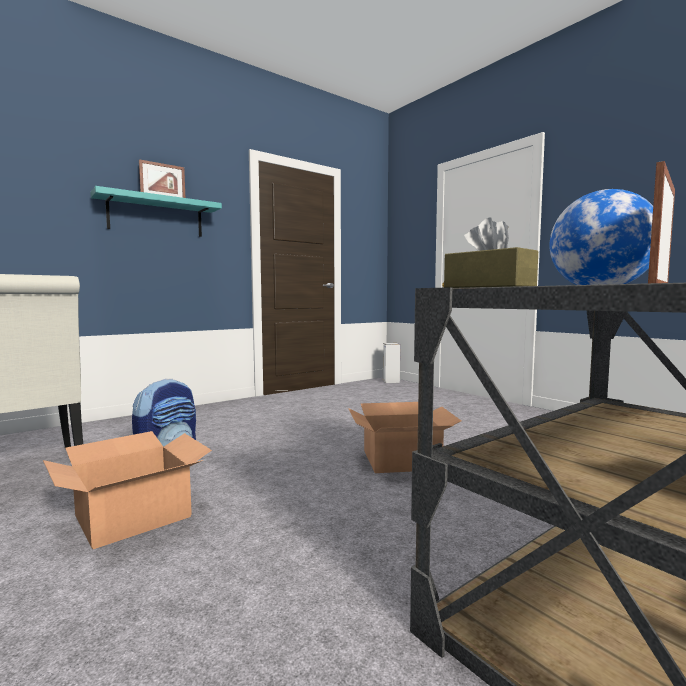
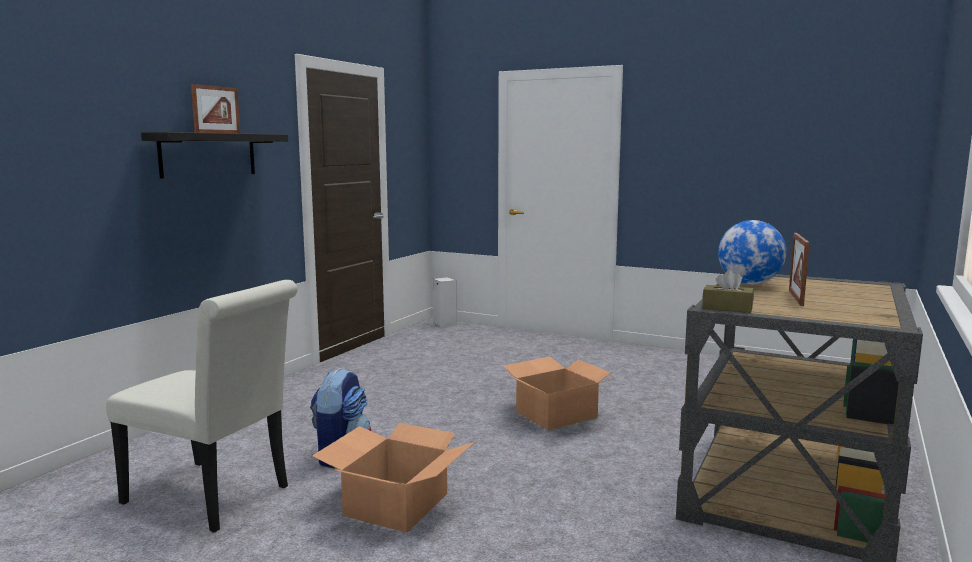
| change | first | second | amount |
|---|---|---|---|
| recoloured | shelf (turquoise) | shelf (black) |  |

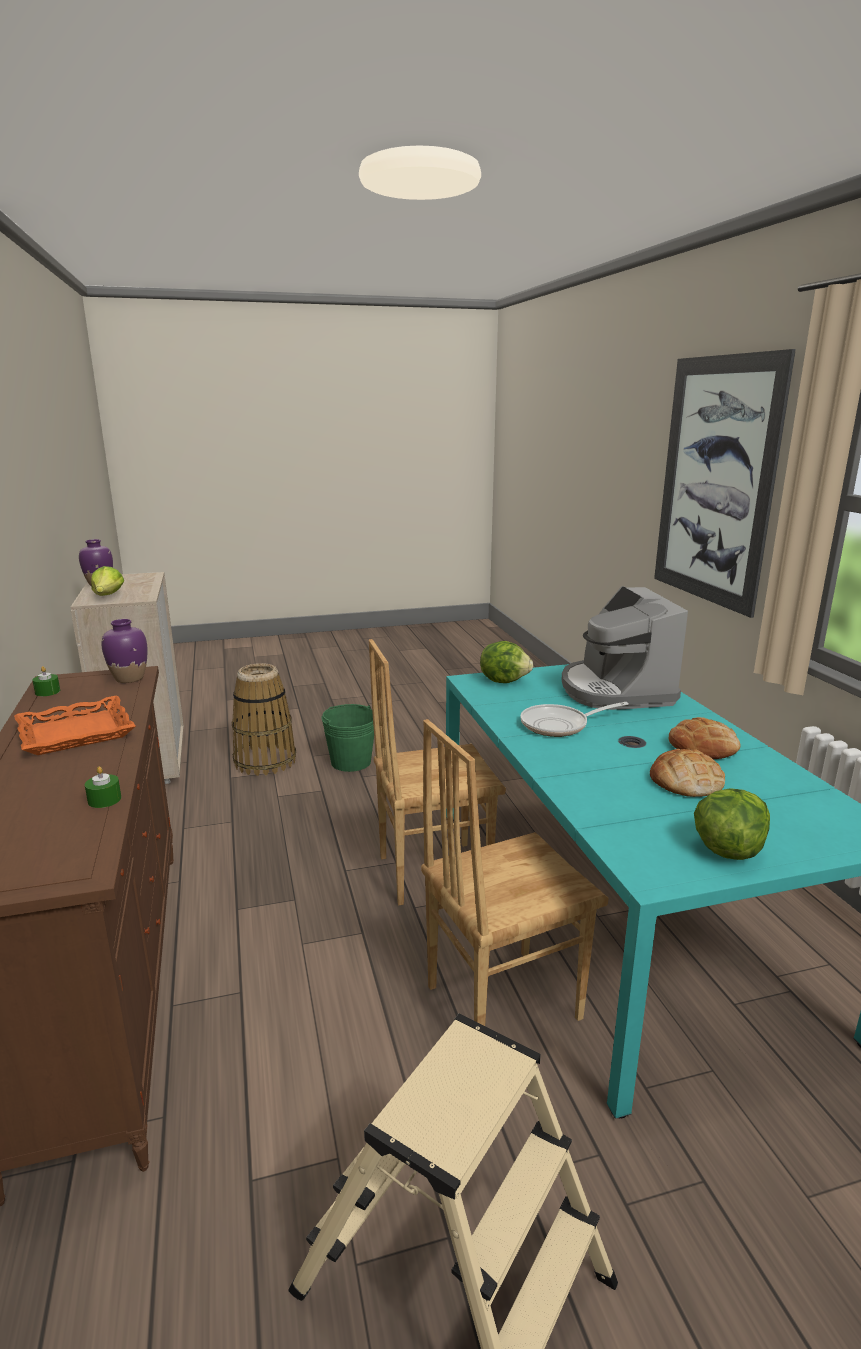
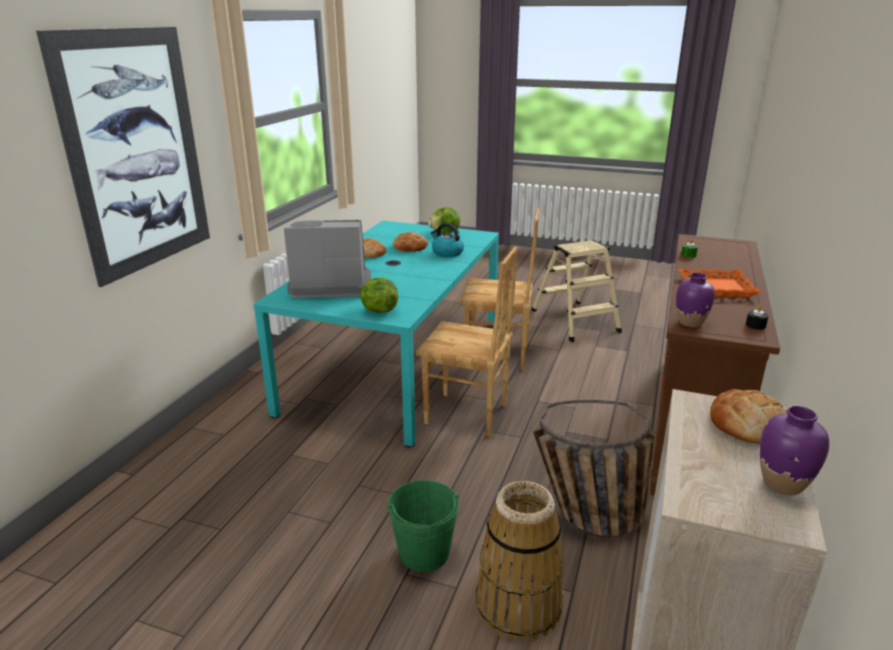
| change | first | second | amount |
|---|---|---|---|
| removed | frying pan |  |  |
| added |  | kettle |  |
| added |  | basket (2nd from left) |  |
| replaced | lettuce (1st from left) | bread (3rd from left) |  |
| recoloured | candle (green) (1st from left) | candle (black) |  |
| turned | coffee machine |  | 120 degrees counterclockwise |

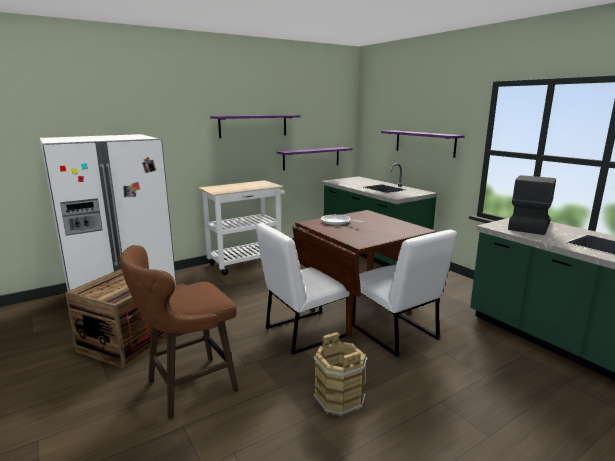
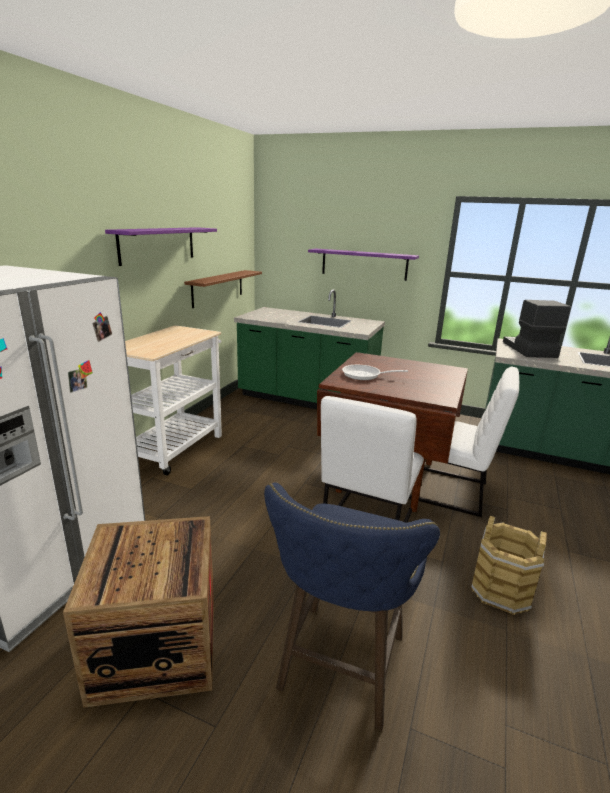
| change | first | second | amount |
|---|---|---|---|
| recoloured | stool (brown) | stool (blue) |  |
| recoloured | shelf (purple) (2nd from left) | shelf (brown) |  |

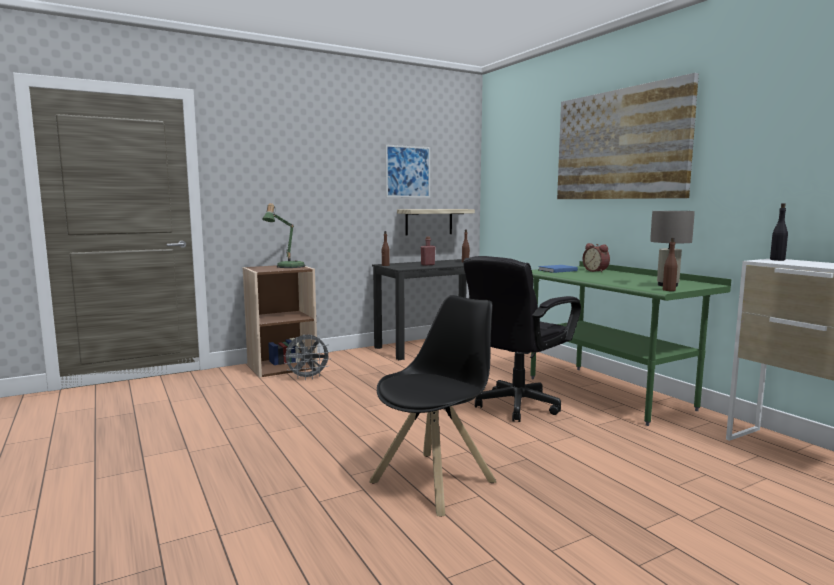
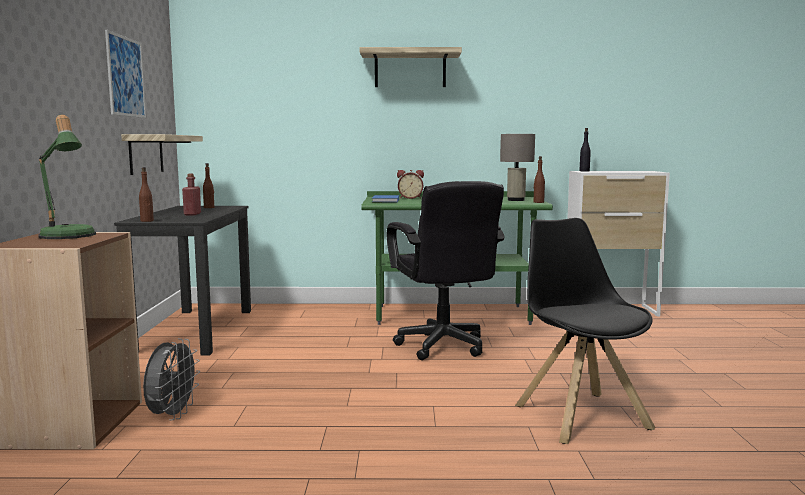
| change | first | second | amount |
|---|---|---|---|
| replaced | picture (2nd from left) | shelf (2nd from left) |  |

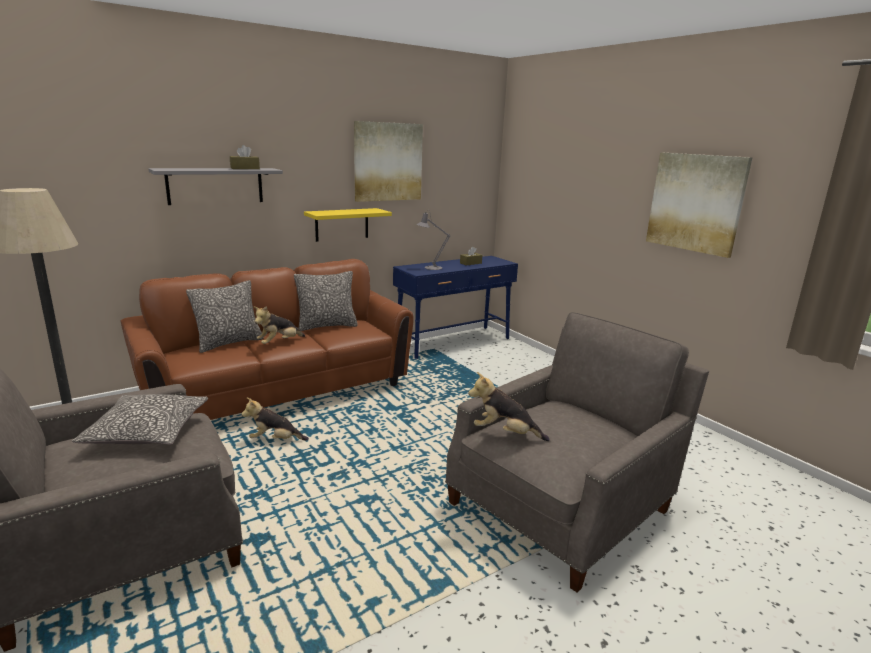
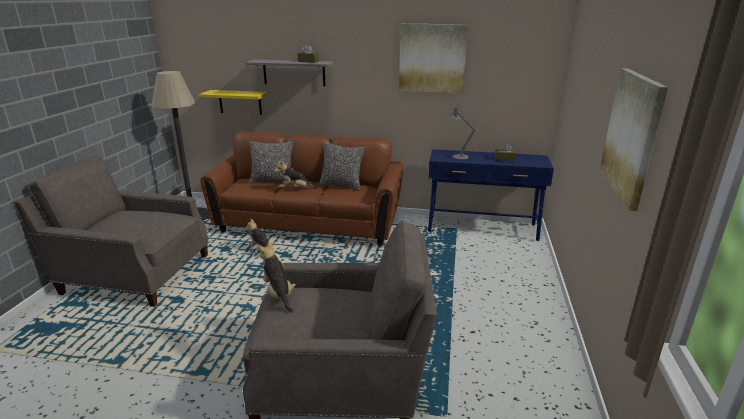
| change | first | second | amount |
|---|---|---|---|
| removed | pillow (1st from left) |  |  |
| moved | shelf (yellow) |  |  |

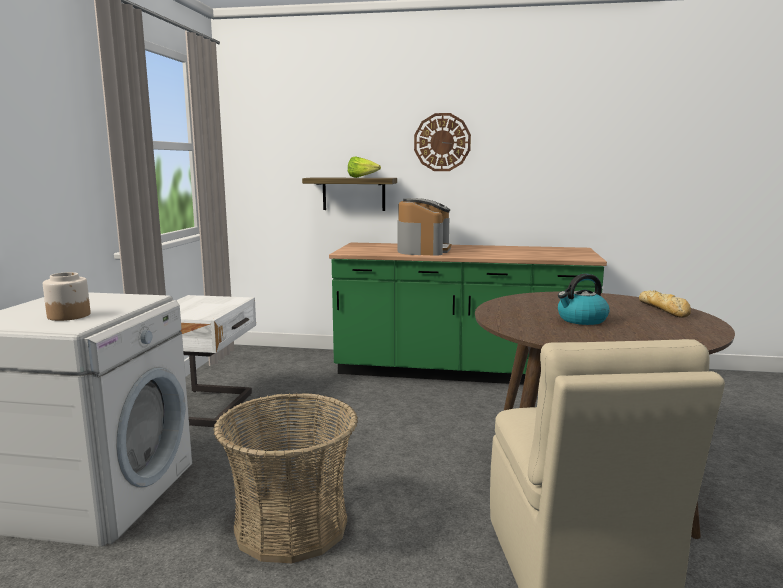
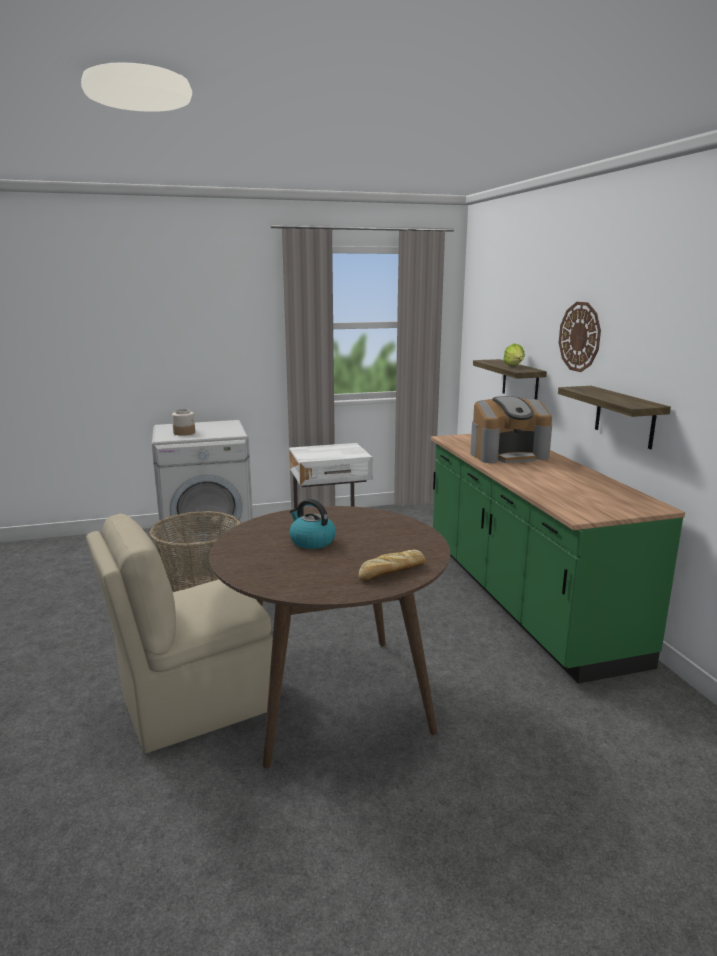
| change | first | second | amount |
|---|---|---|---|
| added |  | shelf (2nd from left) |  |

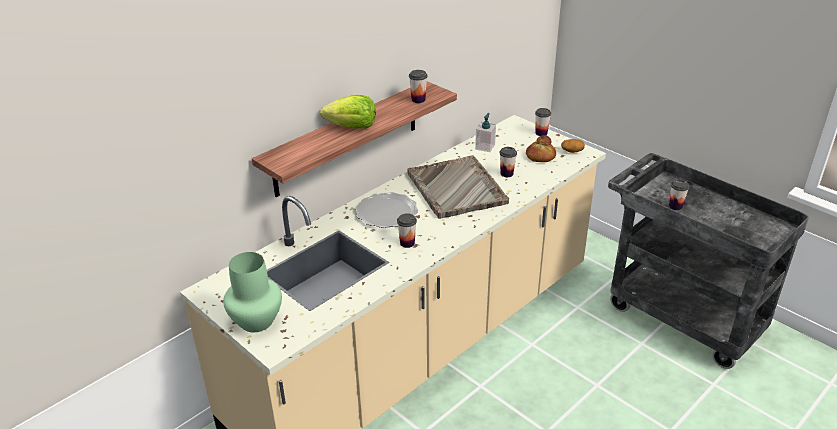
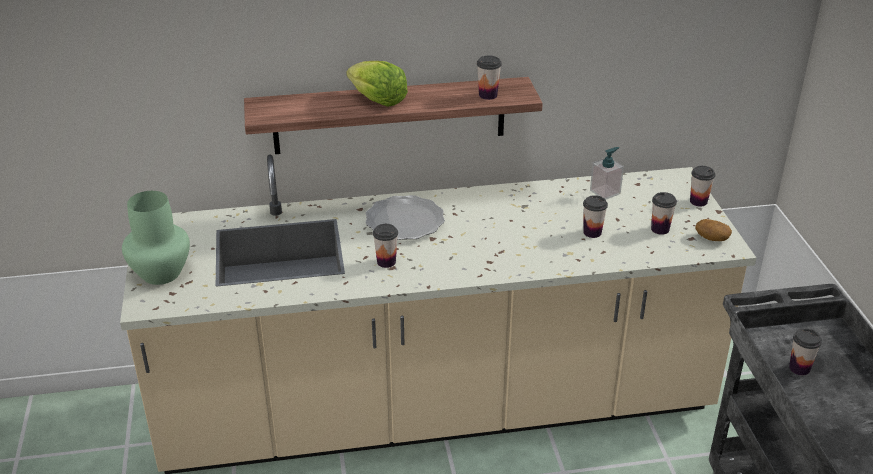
| change | first | second | amount |
|---|---|---|---|
| removed | tray (grey) |  |  |
| replaced | bread | cup (4th from left) |  |

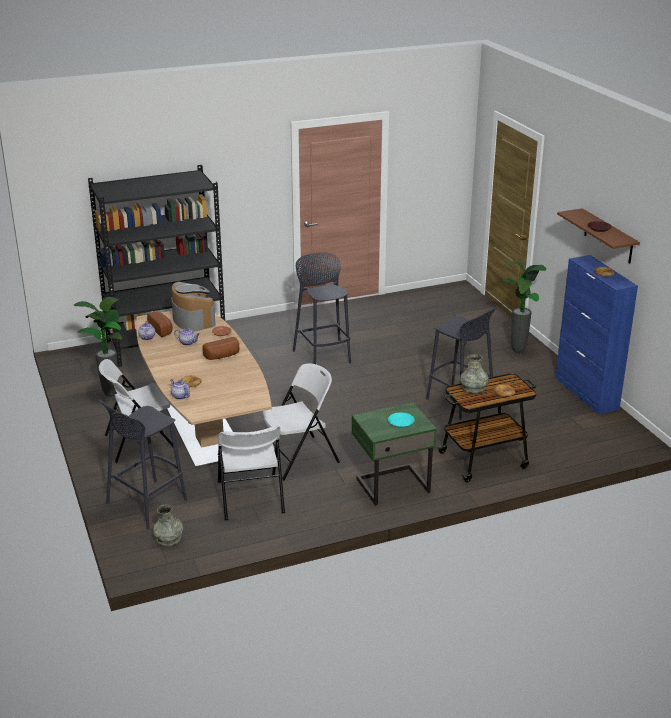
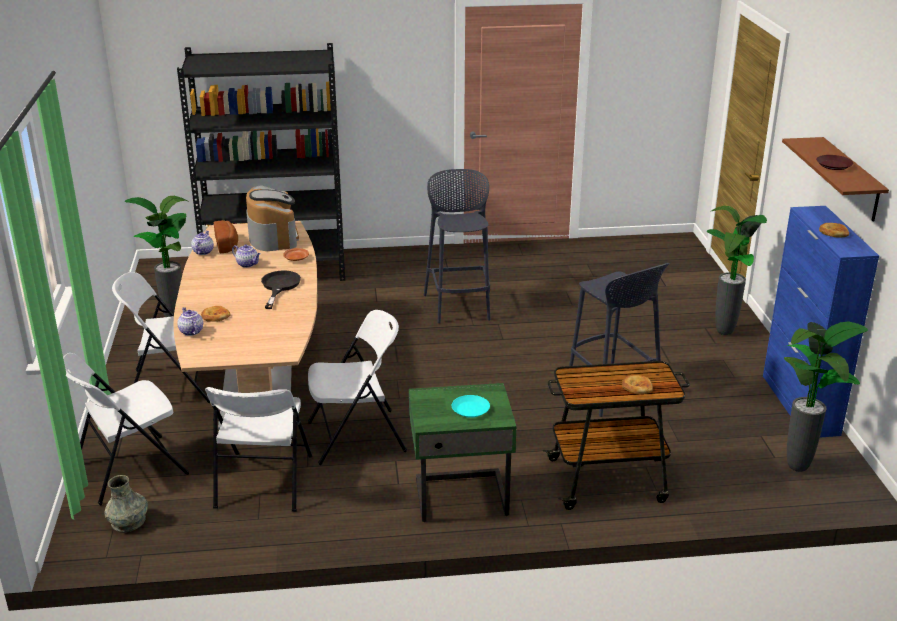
| change | first | second | amount |
|---|---|---|---|
| removed | vase (grey) (2nd from left) |  |  |
| added |  | potted plant (3rd from left) |  |
| replaced | stool (grey) (1st from left) | chair (white) (1st from left) |  |
| replaced | bread (3rd from left) | frying pan (black) |  |

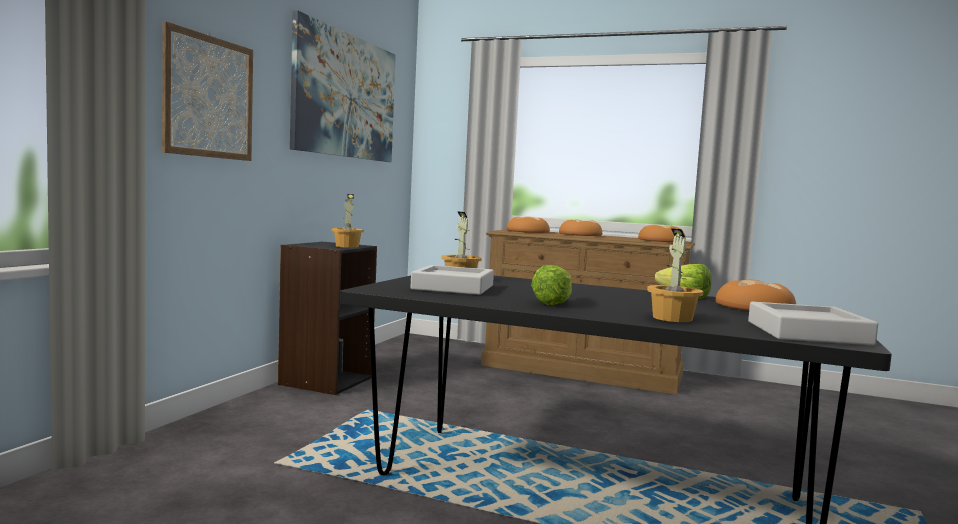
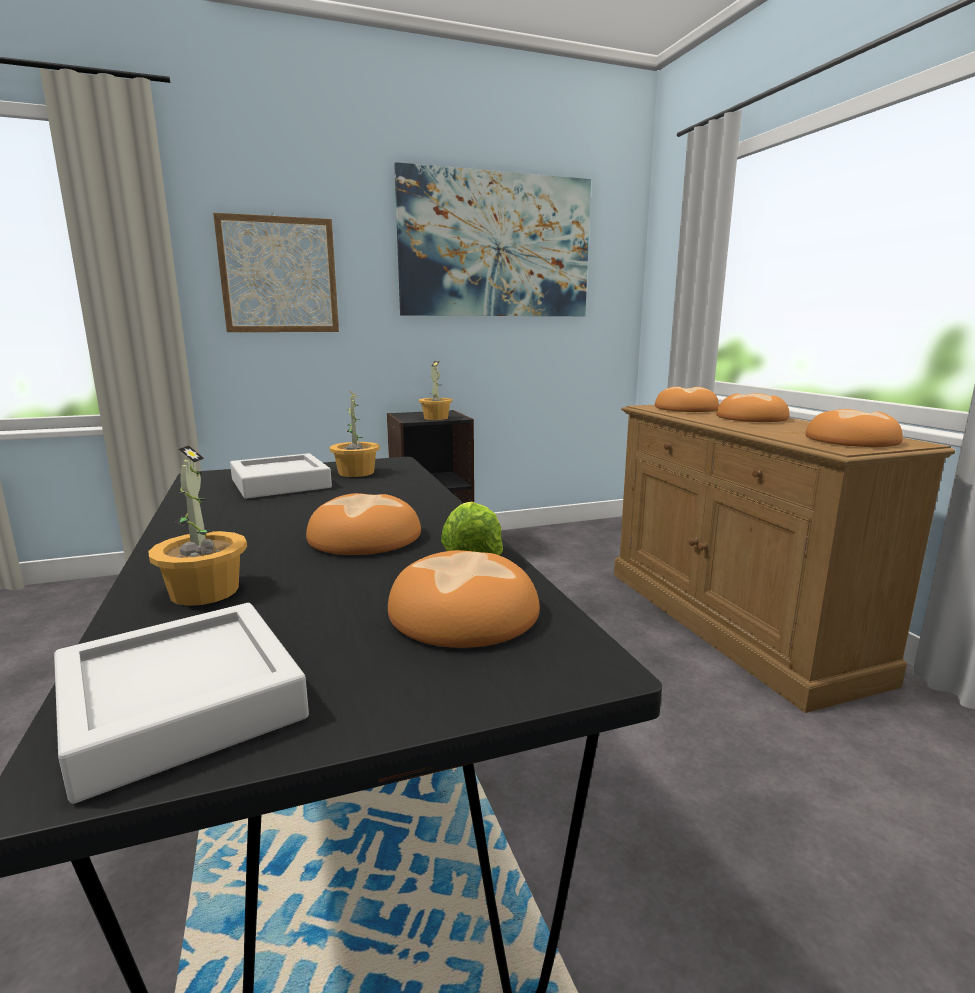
| change | first | second | amount |
|---|---|---|---|
| removed | lettuce (1st from left) |  |  |
| added |  | bread (1st from left) |  |

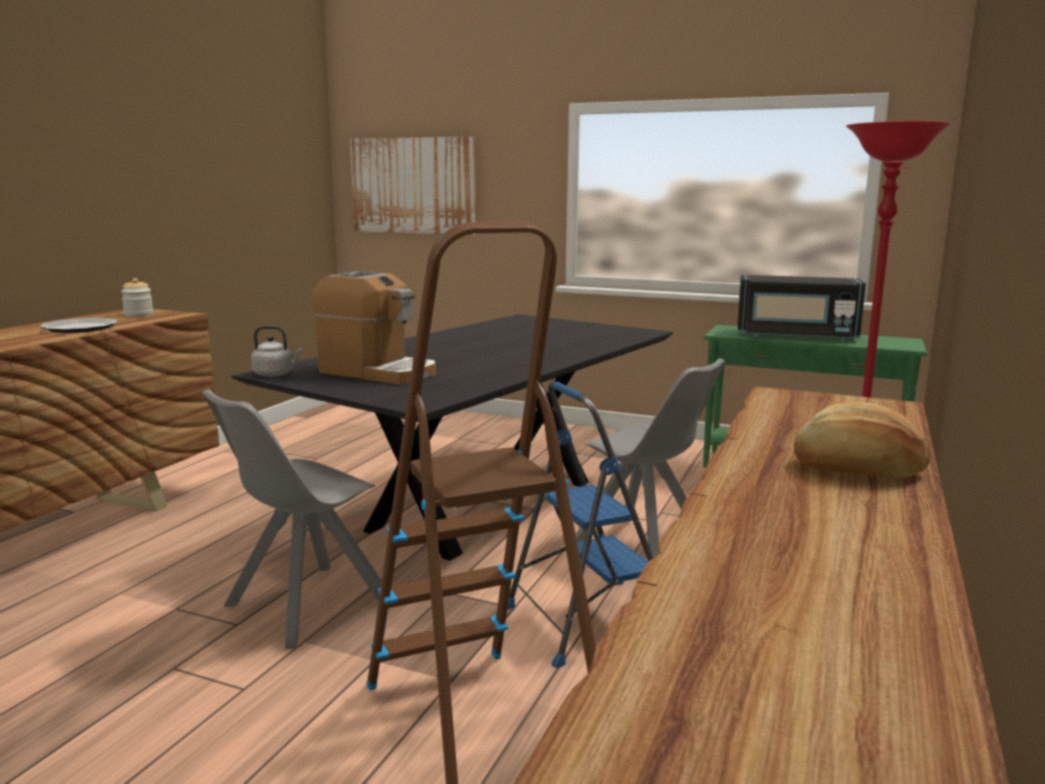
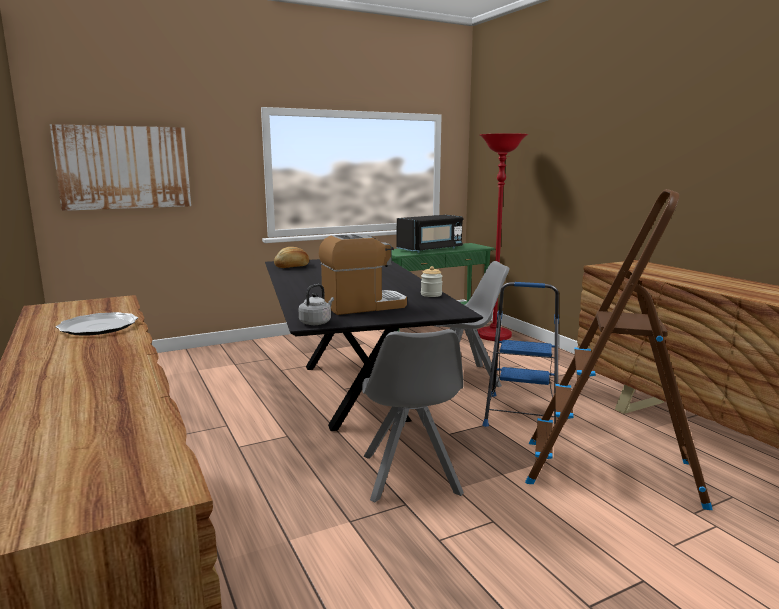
| change | first | second | amount |
|---|---|---|---|
| moved | jar |  |  |
| moved | bread |  |  |

